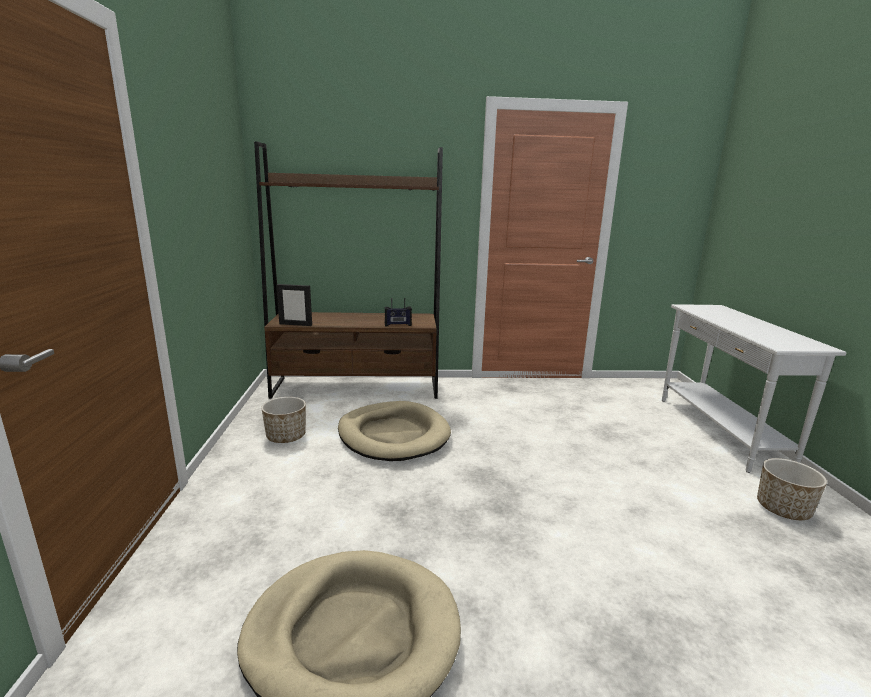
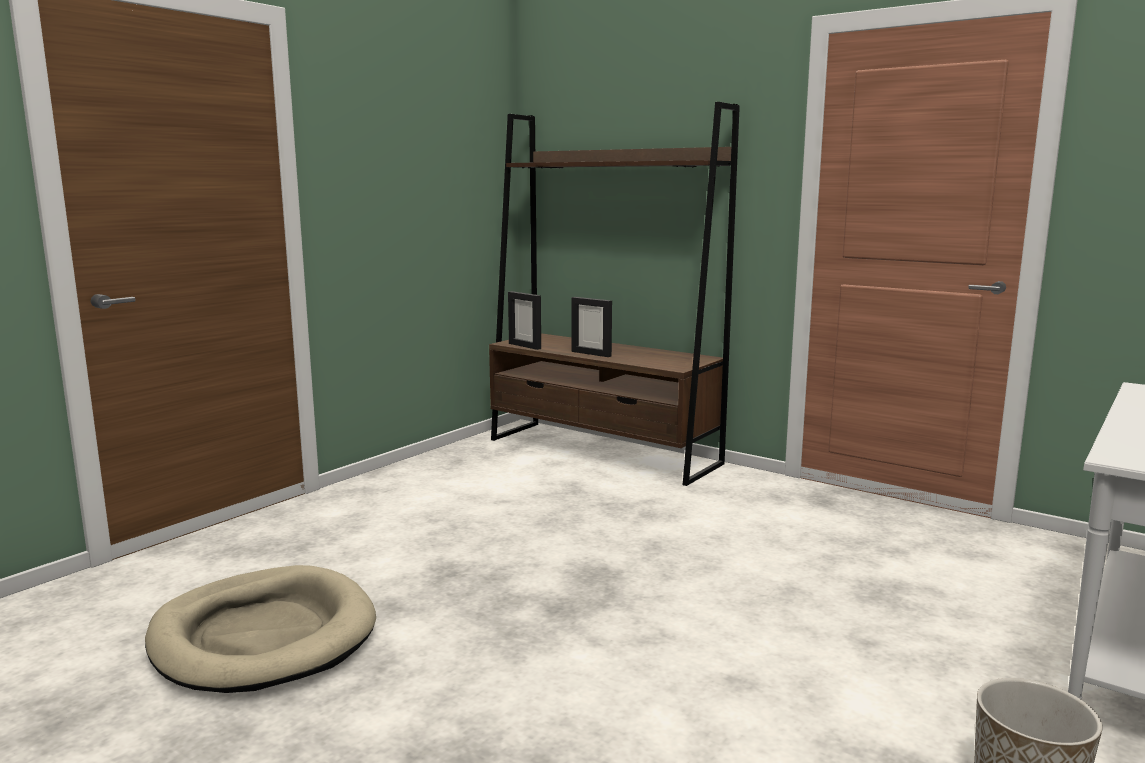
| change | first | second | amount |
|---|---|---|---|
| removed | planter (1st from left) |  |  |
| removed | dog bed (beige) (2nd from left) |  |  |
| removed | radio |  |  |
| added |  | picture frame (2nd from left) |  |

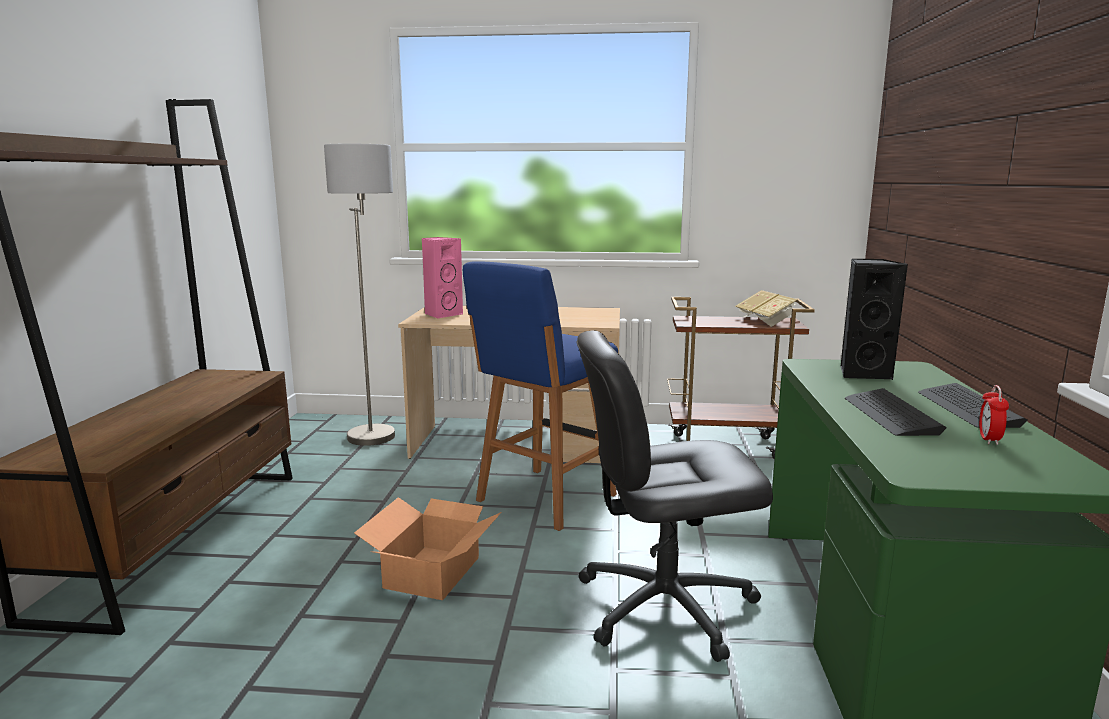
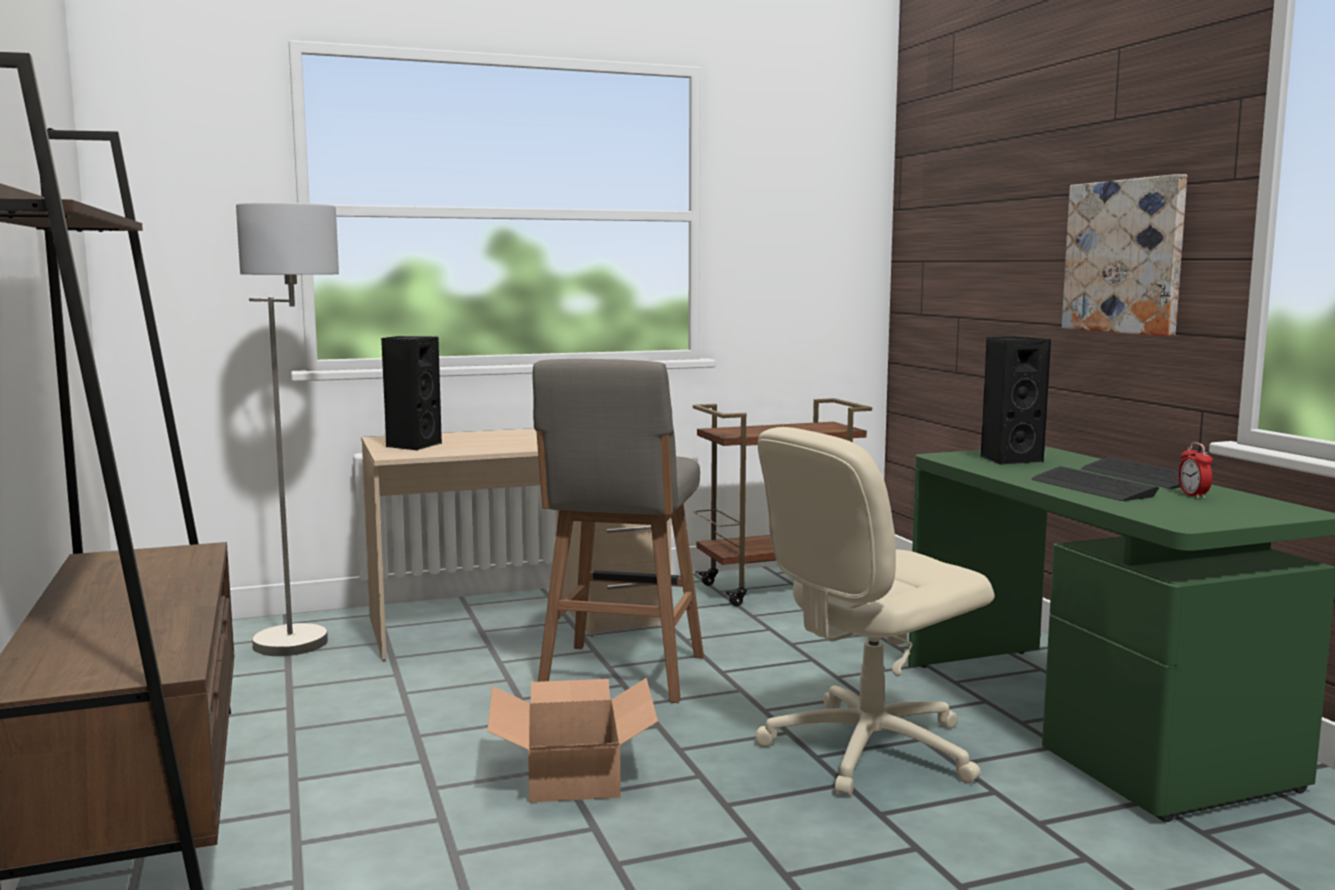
| change | first | second | amount |
|---|---|---|---|
| removed | book |  |  |
| added |  | picture |  |
| recoloured | speaker (pink) | speaker (black) (1st from left) |  |
| recoloured | stool (blue) | stool (grey) |  |
| recoloured | office chair (black) | office chair (beige) |  |

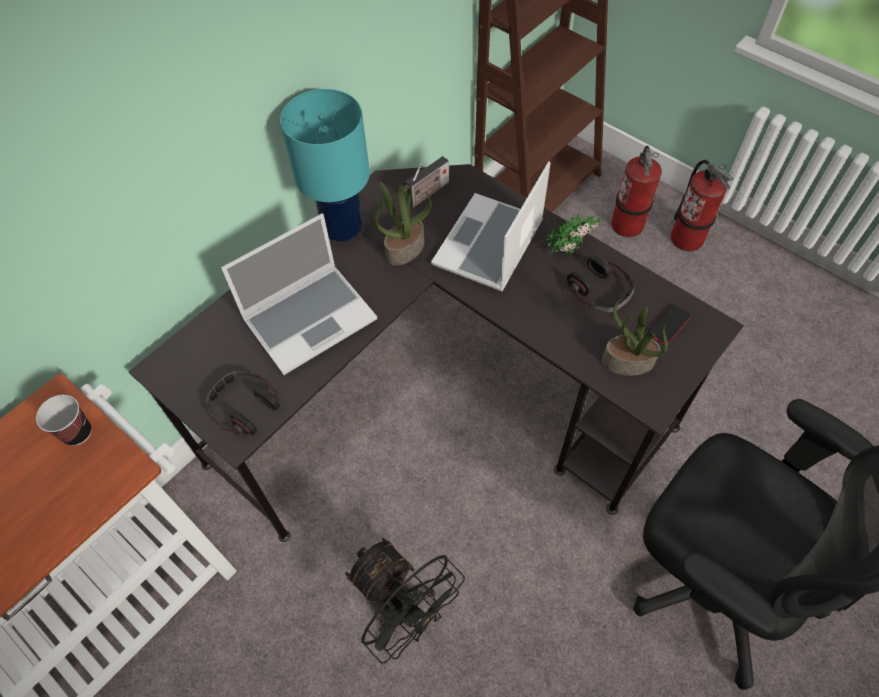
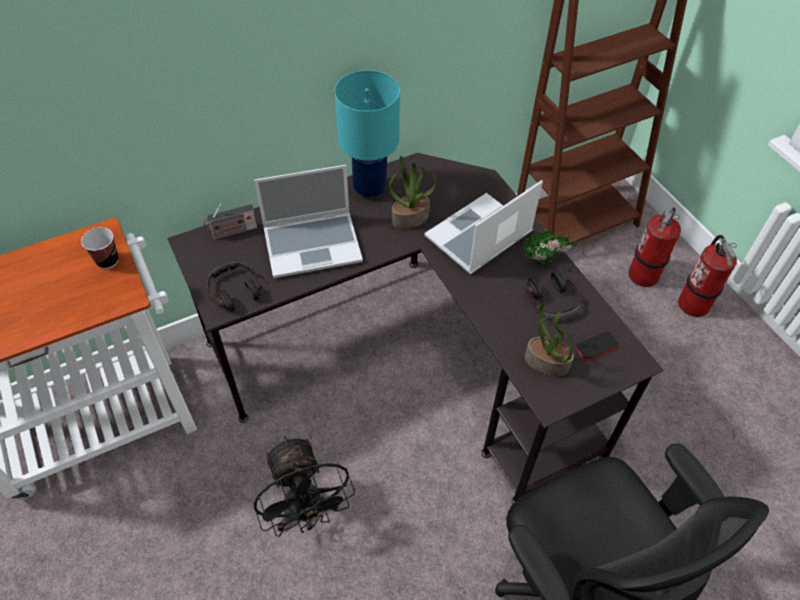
| change | first | second | amount |
|---|---|---|---|
| moved | radio |  |  |

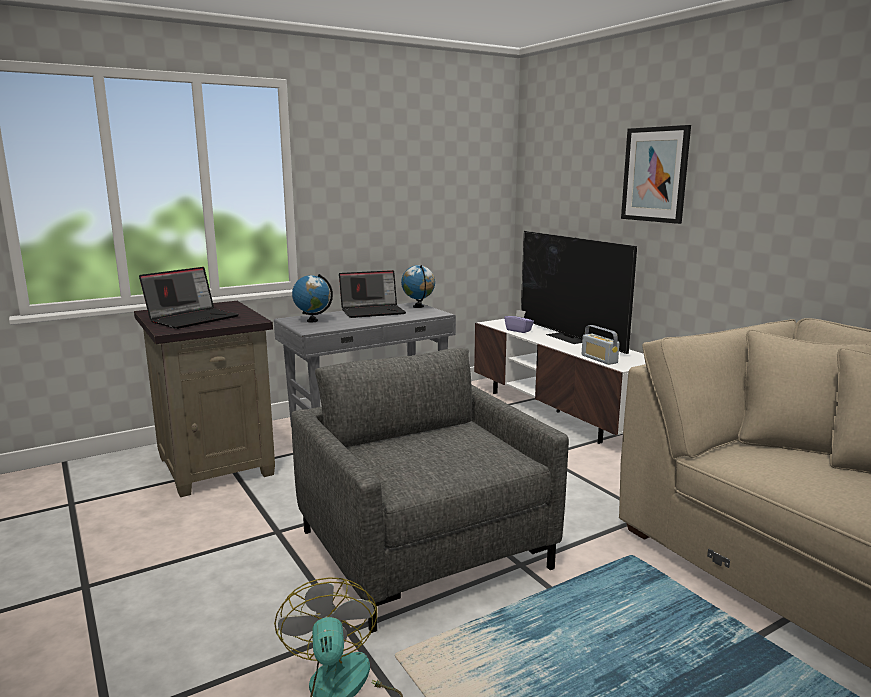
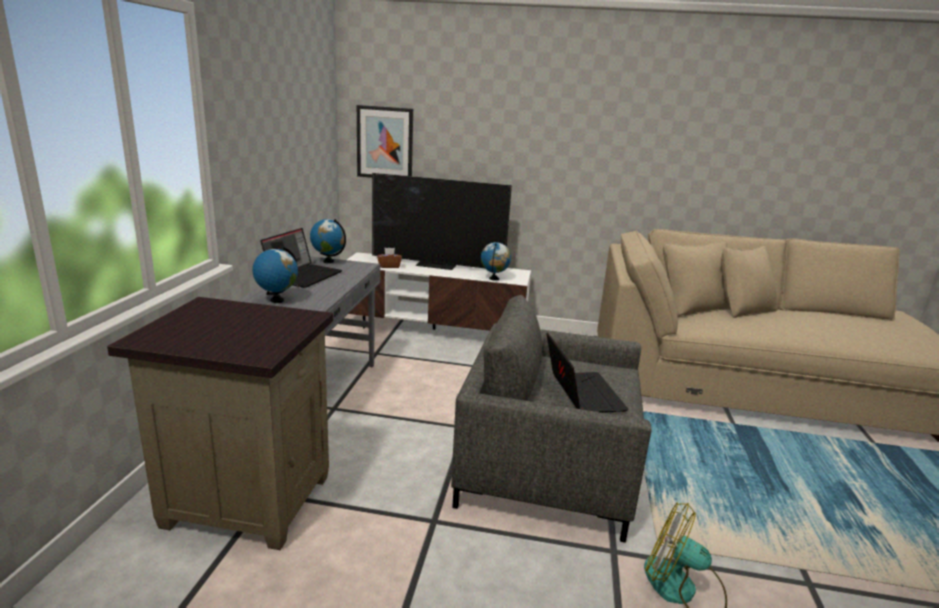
| change | first | second | amount |
|---|---|---|---|
| moved | laptop (1st from left in the first image) | laptop (2nd from left) |  |
| moved | picture |  |  |
| replaced | radio | globe (3rd from left) |  |
| recoloured | tissue box (purple) | tissue box (brown) |  |

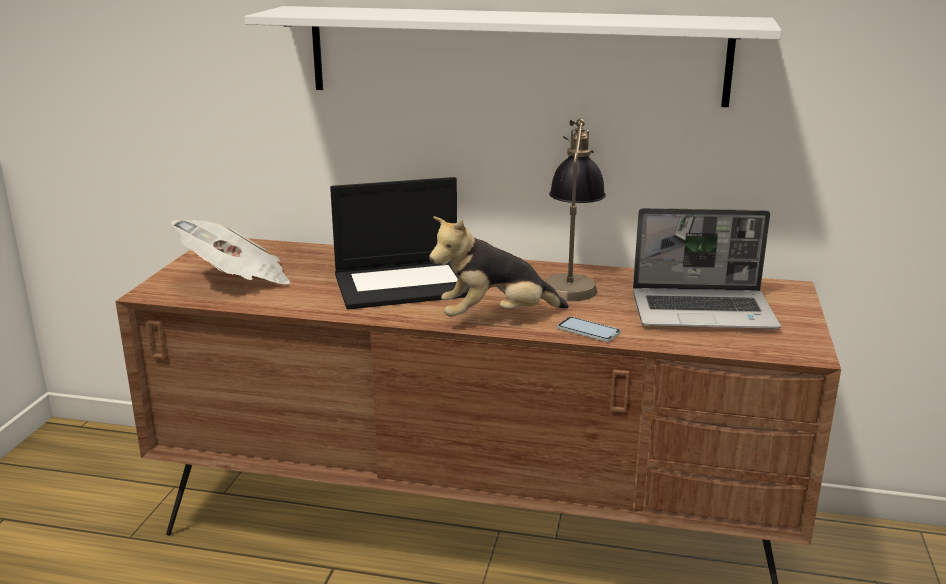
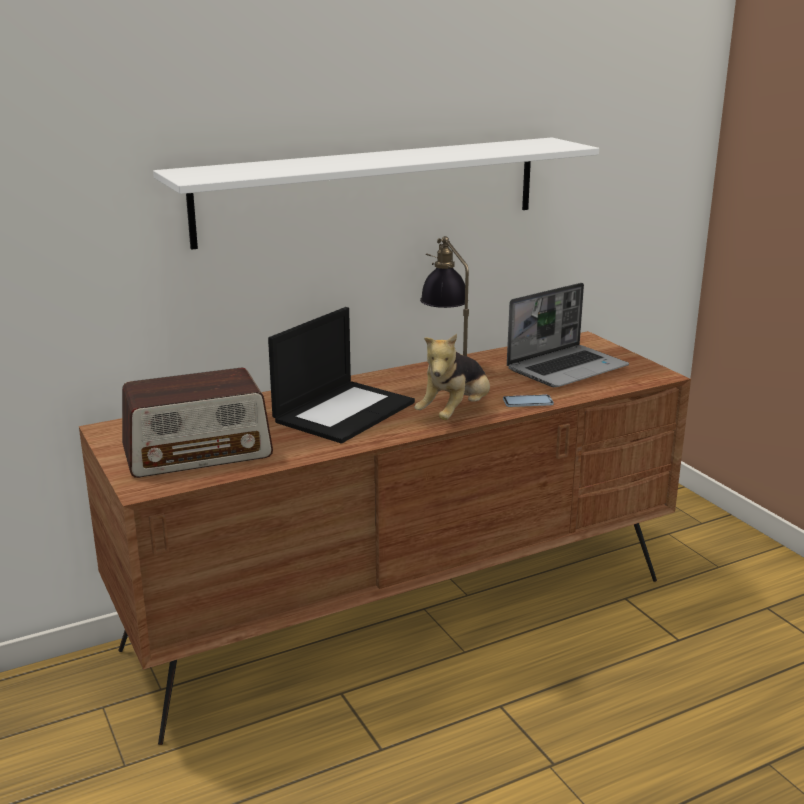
| change | first | second | amount |
|---|---|---|---|
| replaced | newspaper | radio |  |

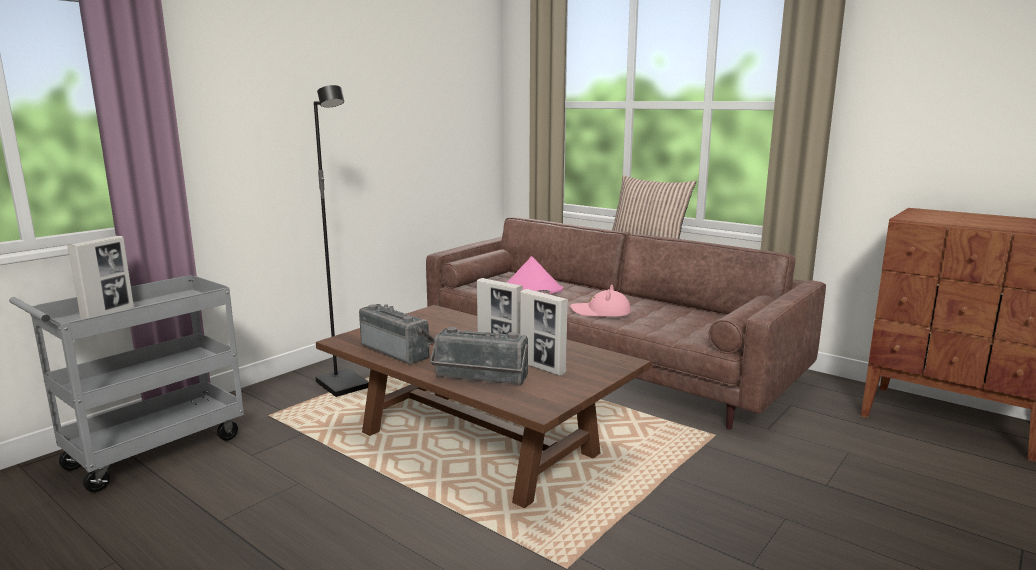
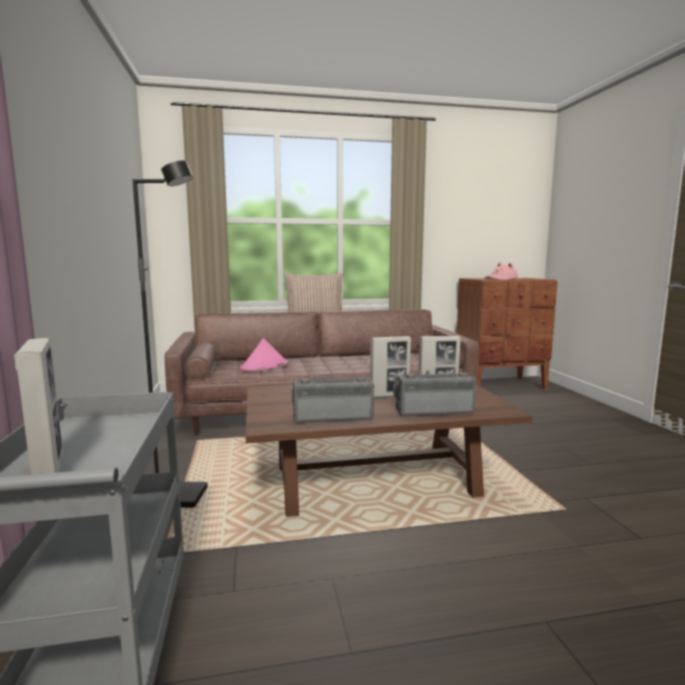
| change | first | second | amount |
|---|---|---|---|
| moved | hat (pink) (2nd from left) |  |  |
| turned | radio (2nd from left) |  | 150 degrees counterclockwise |

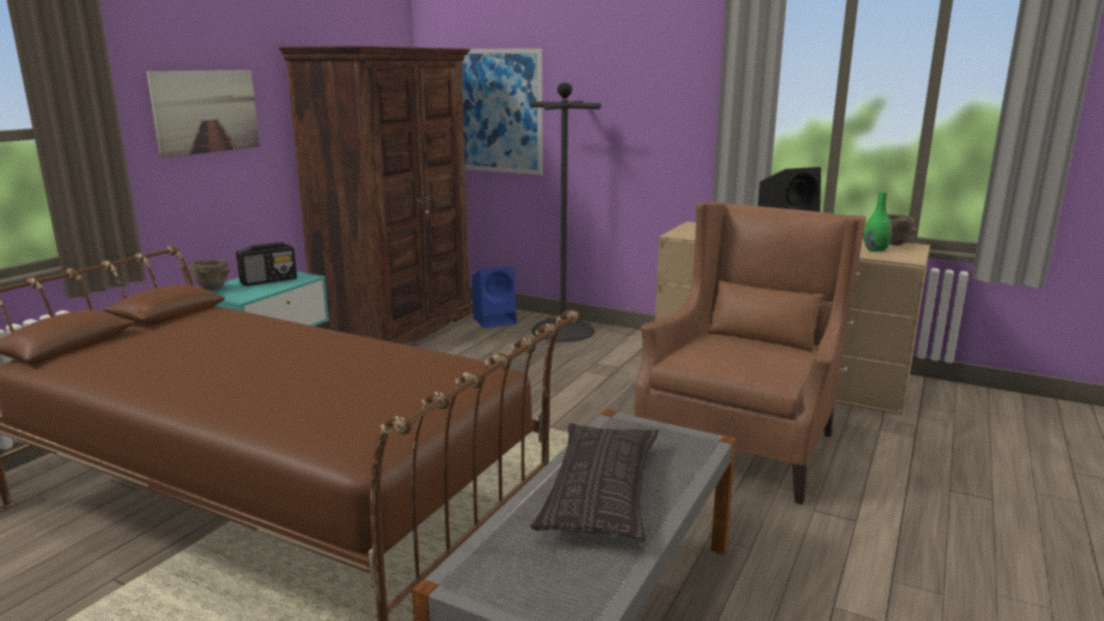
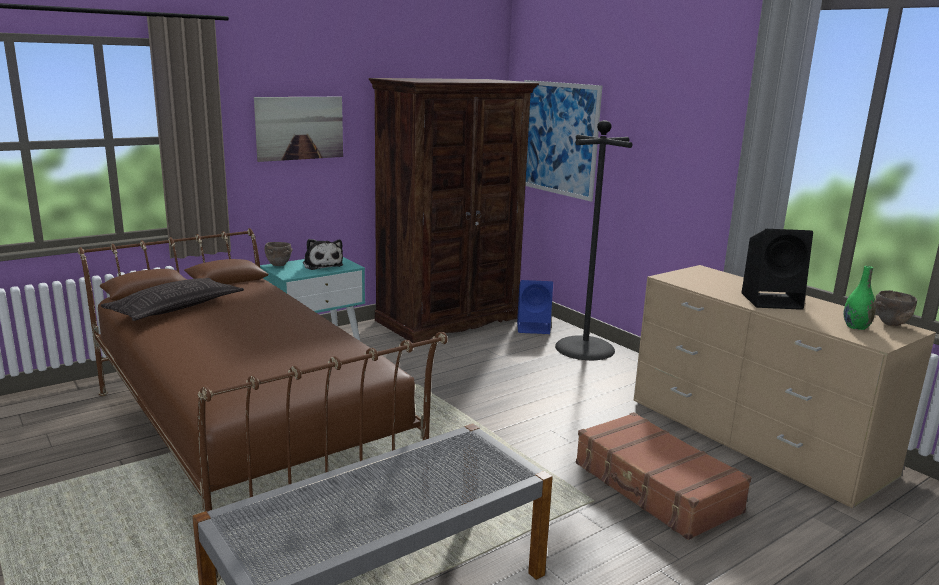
| change | first | second | amount |
|---|---|---|---|
| moved | pillow |  |  |
| replaced | radio | plush toy |  |
| replaced | armchair (brown) | suitcase (brown) |  |

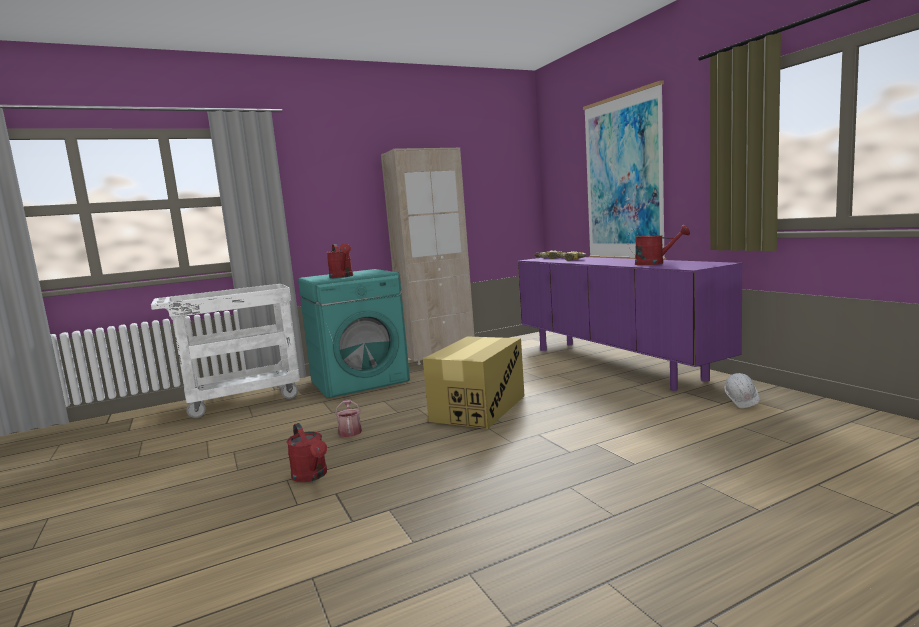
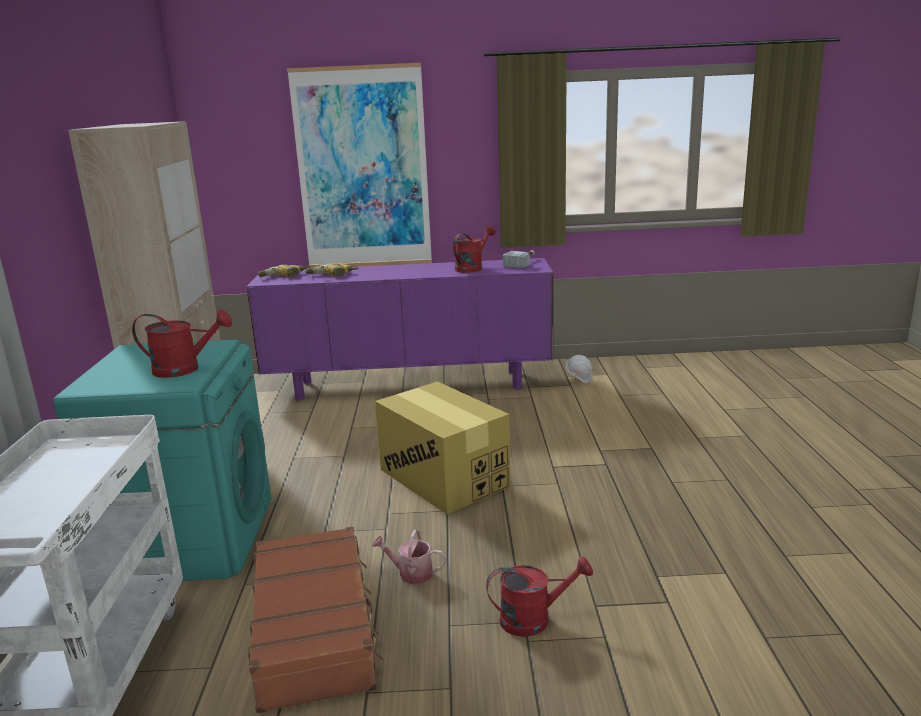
| change | first | second | amount |
|---|---|---|---|
| added |  | suitcase (brown) |  |
| added |  | hammer |  |

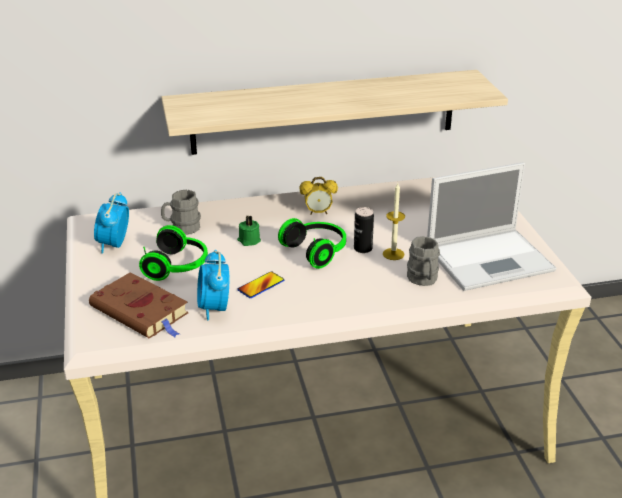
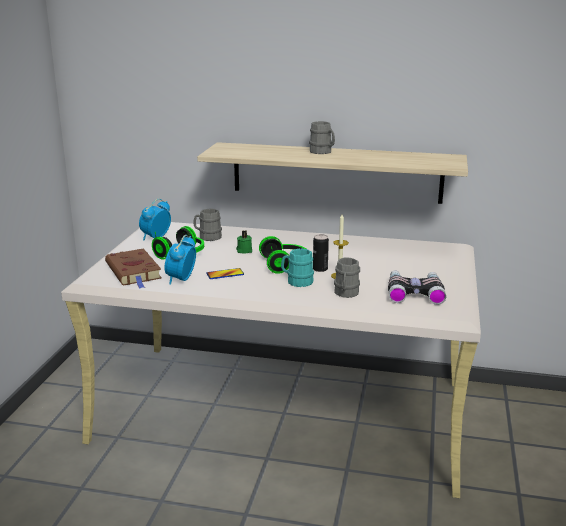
| change | first | second | amount |
|---|---|---|---|
| removed | alarm clock (3rd from left) |  |  |
| added |  | mug (turquoise) |  |
| added |  | mug (grey) (2nd from left) |  |
| replaced | laptop | binoculars |  |

